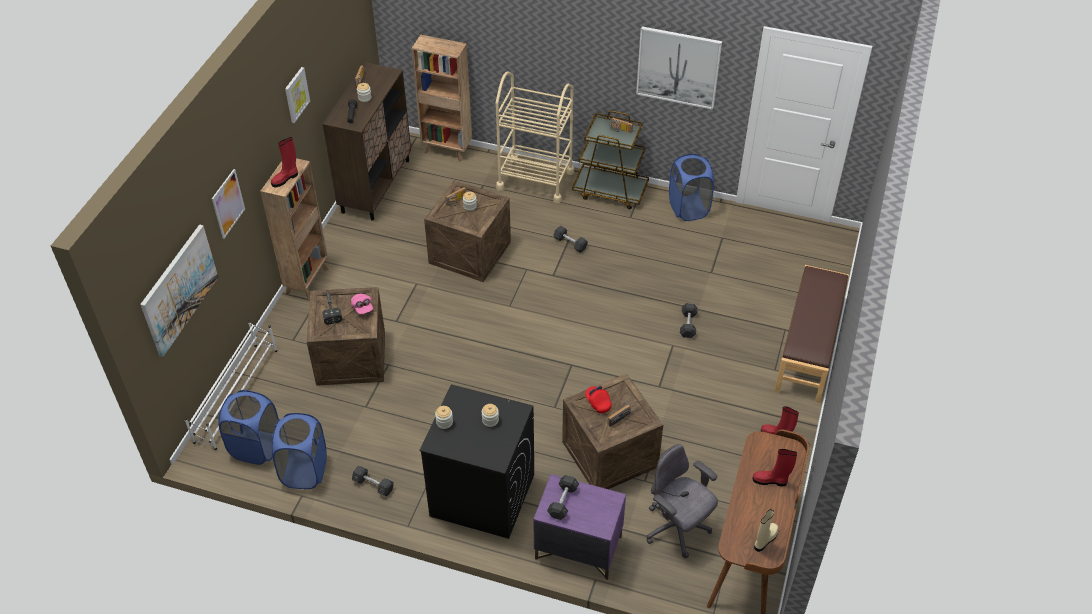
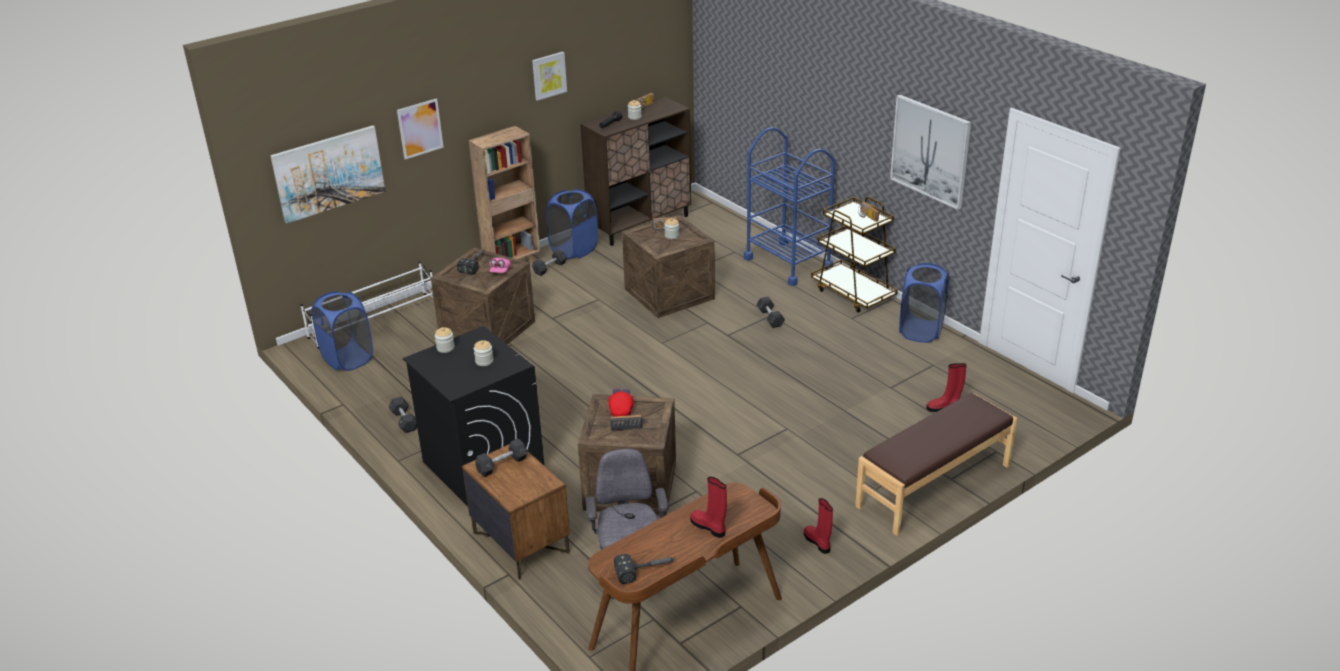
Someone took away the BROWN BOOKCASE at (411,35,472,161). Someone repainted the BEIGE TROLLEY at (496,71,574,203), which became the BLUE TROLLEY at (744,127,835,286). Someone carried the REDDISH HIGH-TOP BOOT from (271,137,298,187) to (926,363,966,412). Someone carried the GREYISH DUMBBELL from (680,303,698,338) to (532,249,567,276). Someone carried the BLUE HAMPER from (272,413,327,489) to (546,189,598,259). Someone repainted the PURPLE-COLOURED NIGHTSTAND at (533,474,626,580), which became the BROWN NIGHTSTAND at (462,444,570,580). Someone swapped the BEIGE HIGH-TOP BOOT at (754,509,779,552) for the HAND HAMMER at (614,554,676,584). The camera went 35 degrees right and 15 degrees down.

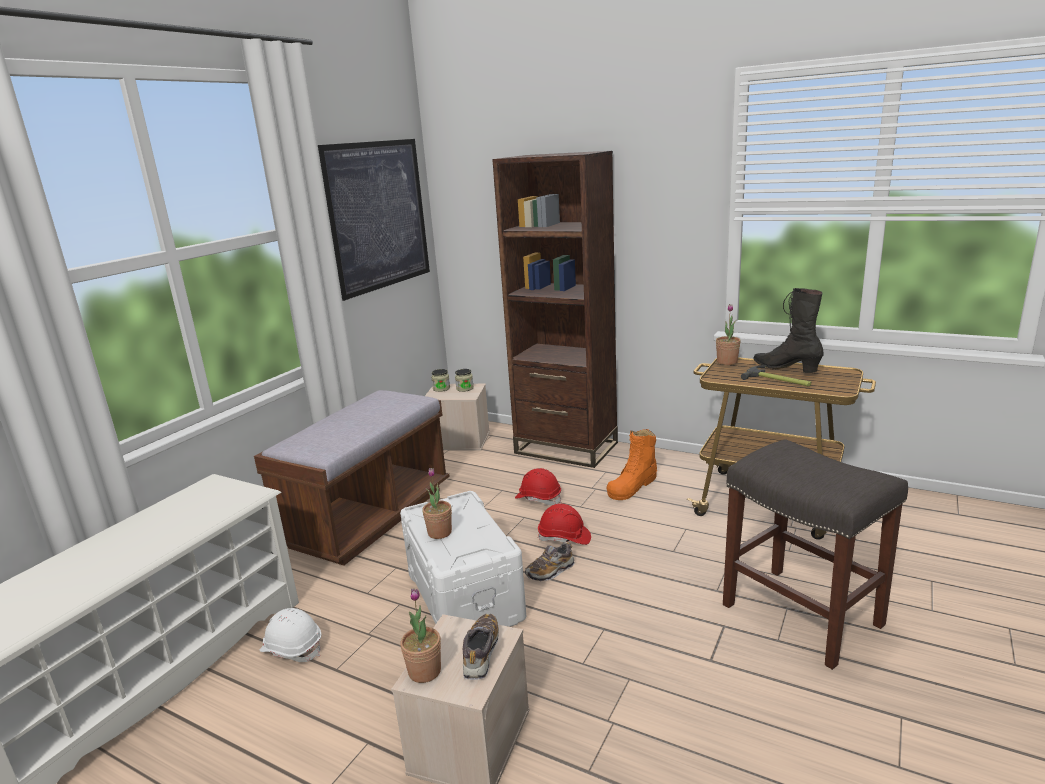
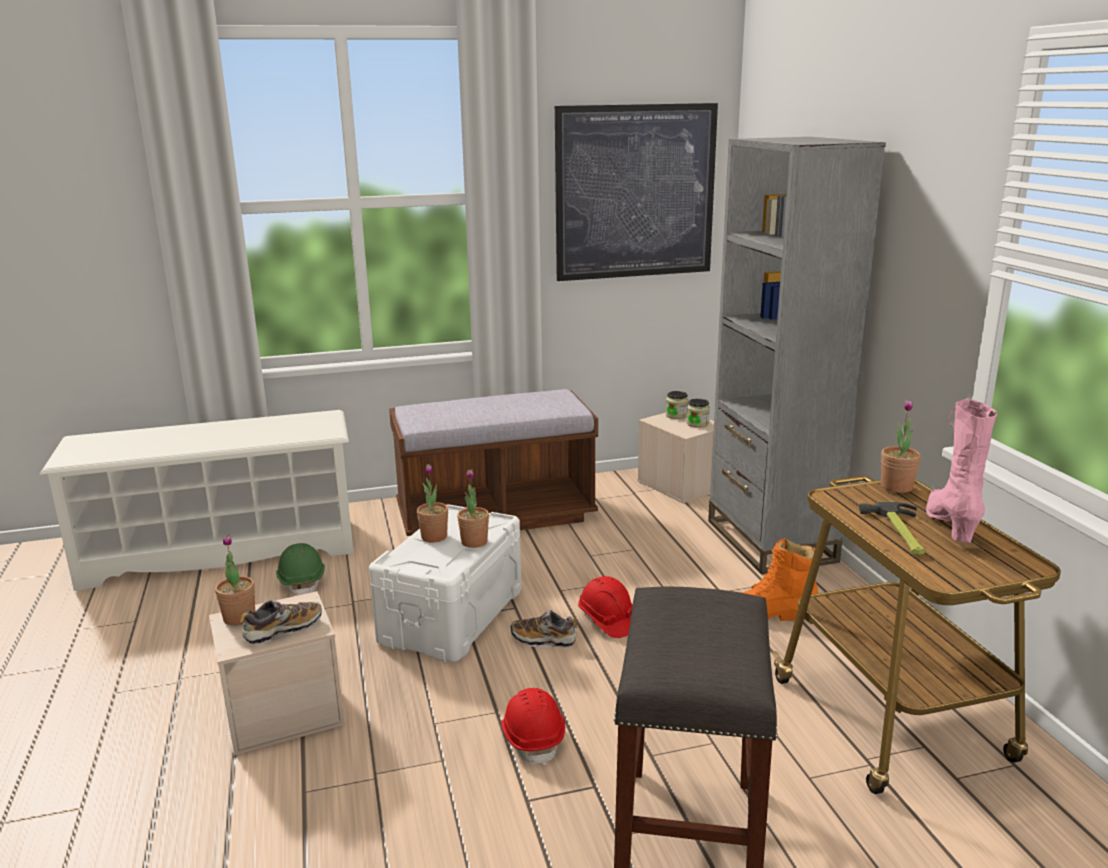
Someone repainted the BROWN BOOKCASE at (492,151,618,468), which became the GREYISH BOOKCASE at (708,137,886,575). Someone repainted the BLACKISH HIGH-TOP BOOT at (753,288,824,373), which became the PINK-COLOURED HIGH-TOP BOOT at (926,398,997,543). Someone carried the REDDISH HARD HAT from (515,468,561,505) to (501,688,565,766). Someone repainted the WHITE-COLOURED HARD HAT at (260,608,321,662), which became the GREENISH HARD HAT at (276,543,325,595). Someone put down the POTTED PLANT at (457,469,489,548). The camera went 45 degrees right and 0 degrees up.

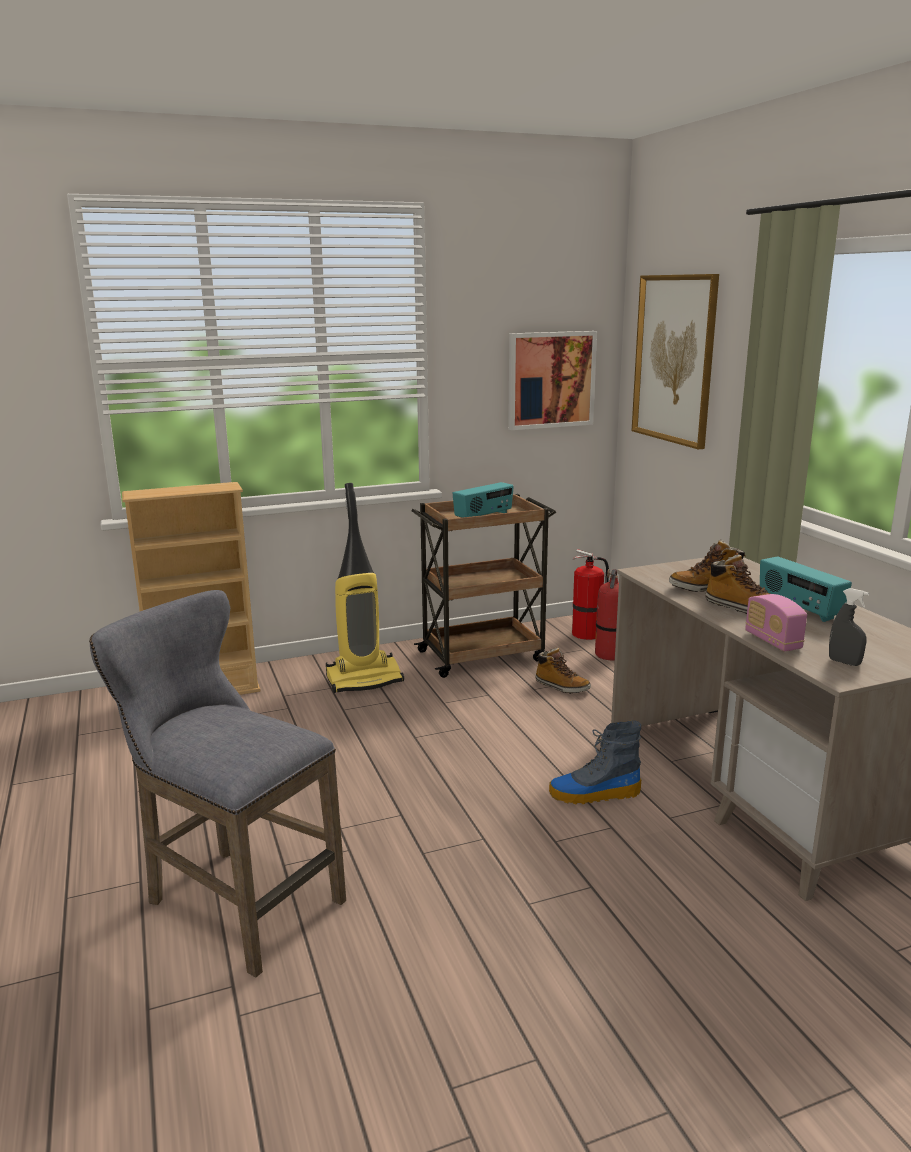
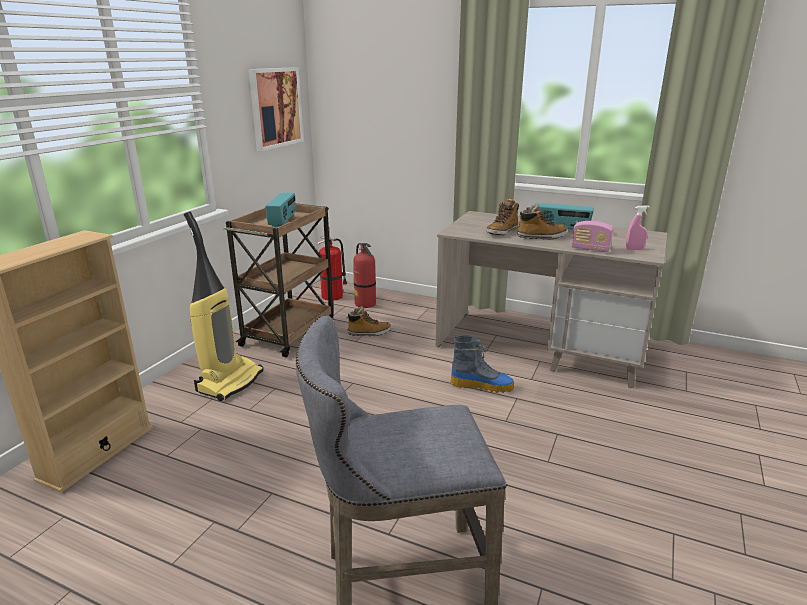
Someone took away the WALL ART at (632,274,719,449). Someone repainted the GREYISH SPRAY BOTTLE at (829,588,869,666), which became the PINK-COLOURED SPRAY BOTTLE at (626,205,650,250). Someone rotated the HIGH-TOP BOOT at (549,720,641,804) by 120 degrees counterclockwise. The camera went 45 degrees left and 5 degrees up.

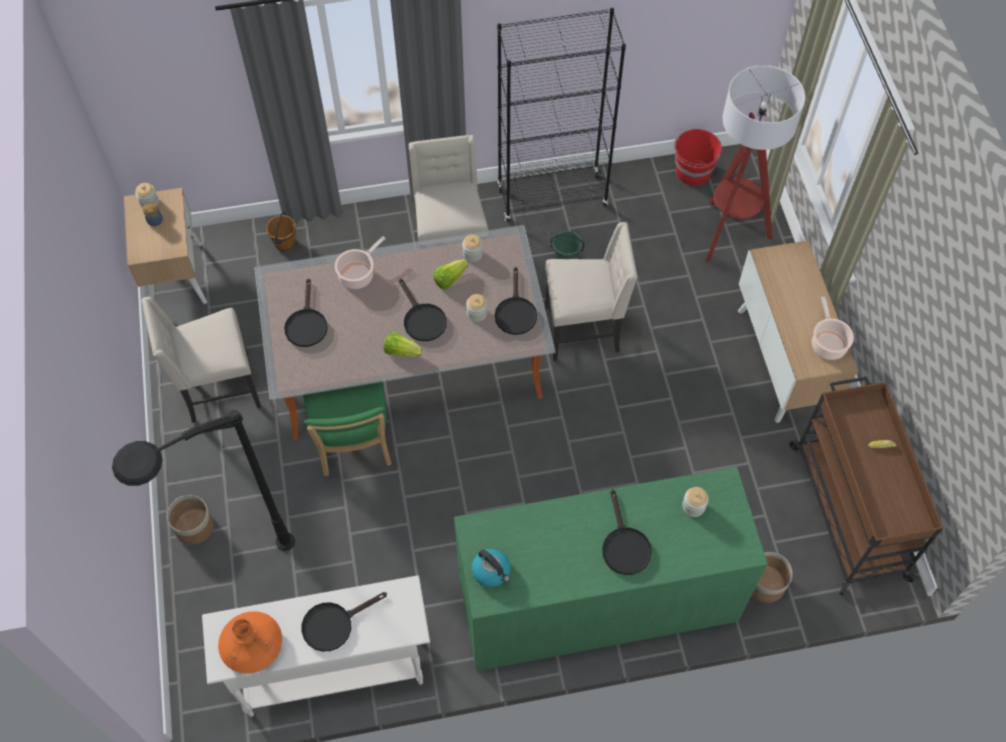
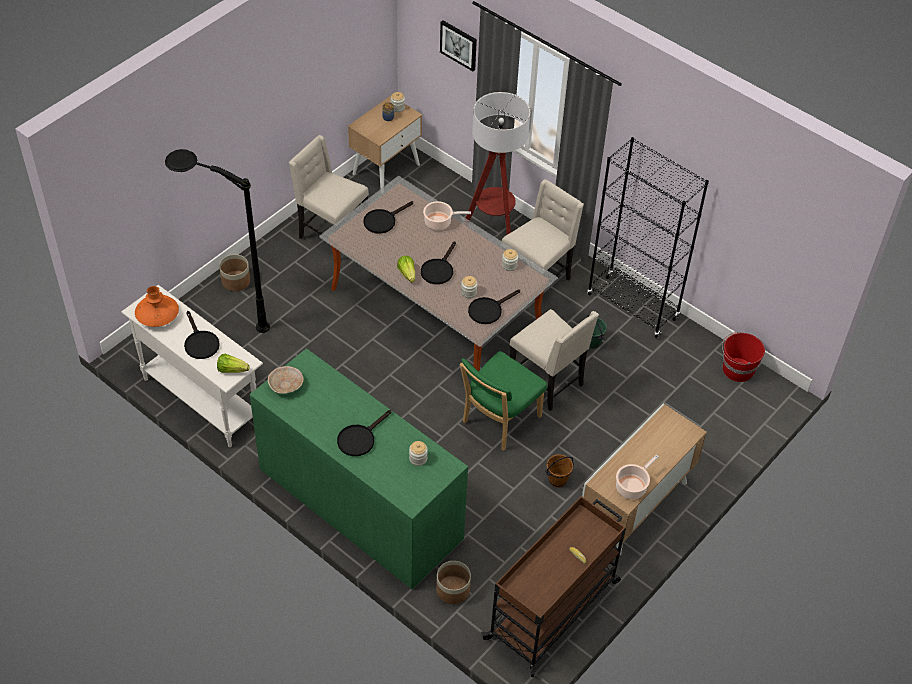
Someone carried the STANDING LAMP from (706,65,805,262) to (466,92,530,235). Someone carried the BROWN WATER BUCKET from (266,212,296,252) to (545,454,574,488). Someone carried the LETTUCE from (433,259,468,290) to (217,354,249,373). Someone carried the GREENISH UPRIGHT CHAIR from (303,382,391,476) to (460,351,547,451). Someone swapped the WATER KETTLE at (471,549,511,587) for the BEIGE BOWL at (268,366,304,393). Someone rotated the BLACKISH SKILLET at (301,592,387,652) by 135 degrees counterclockwise. Someone put up the WALL ART at (440,20,477,71). The camera went 50 degrees right and 10 degrees down.

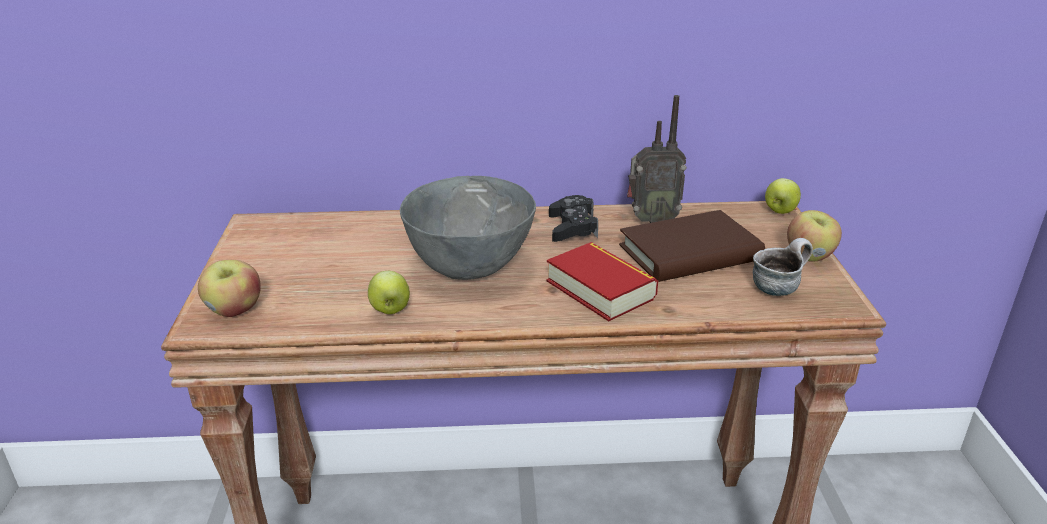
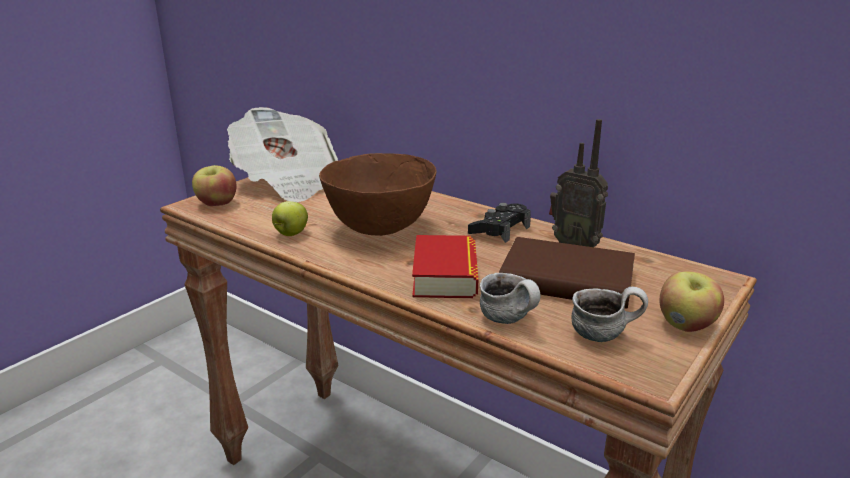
Someone repainted the GREYISH BOWL at (400,176,536,280), which became the BROWN BOWL at (319,153,437,236). Someone took away the APPLE FRUIT at (765,178,801,214). Someone put down the DAILY PAPER at (227,107,338,203). Someone put down the TEA MUG at (480,273,541,324). The camera went 40 degrees right and 5 degrees down.

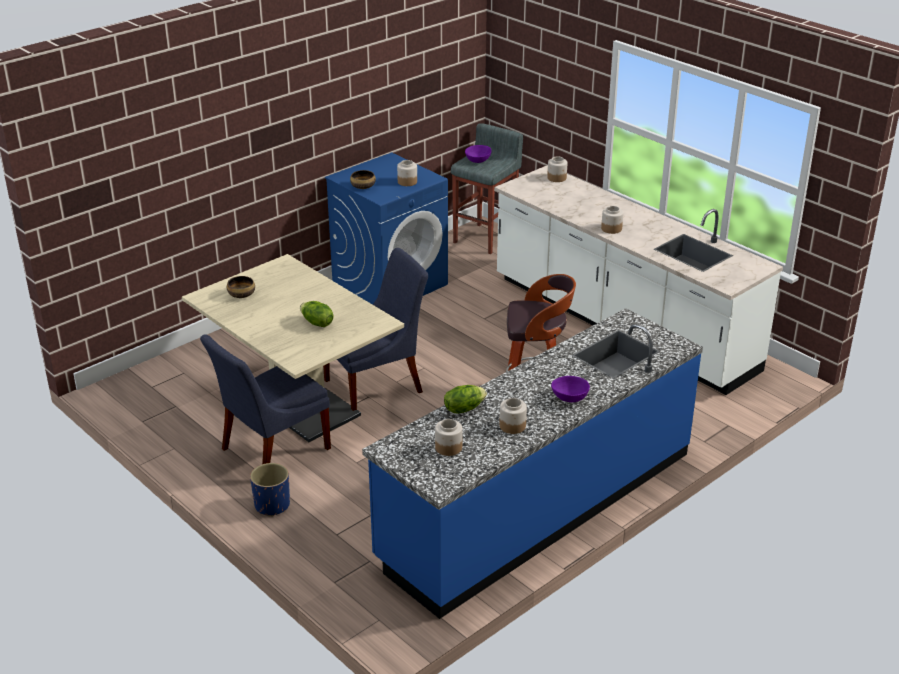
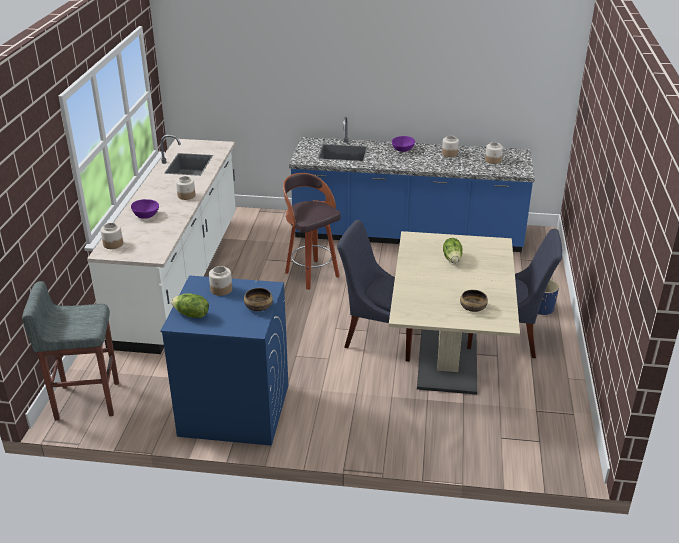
Someone carried the PURPLE-COLOURED BOWL from (465,145,492,163) to (131,199,159,219). Someone carried the LETTUCE from (444,385,487,413) to (171,293,209,318). The camera went 130 degrees left and 0 degrees up.

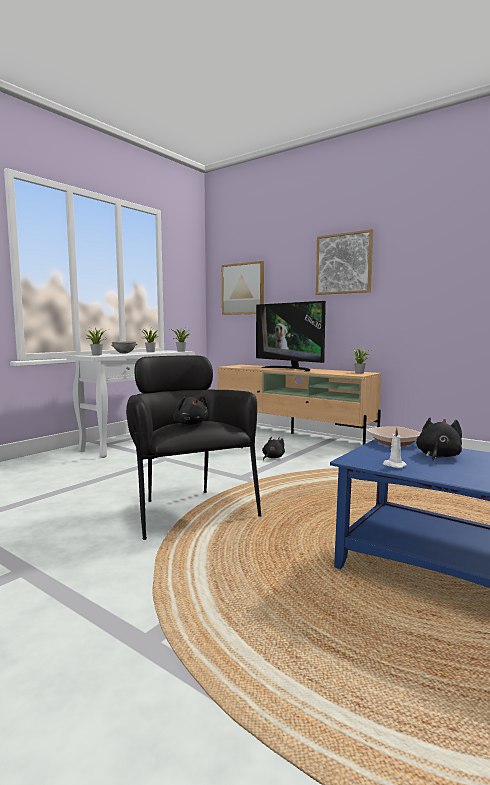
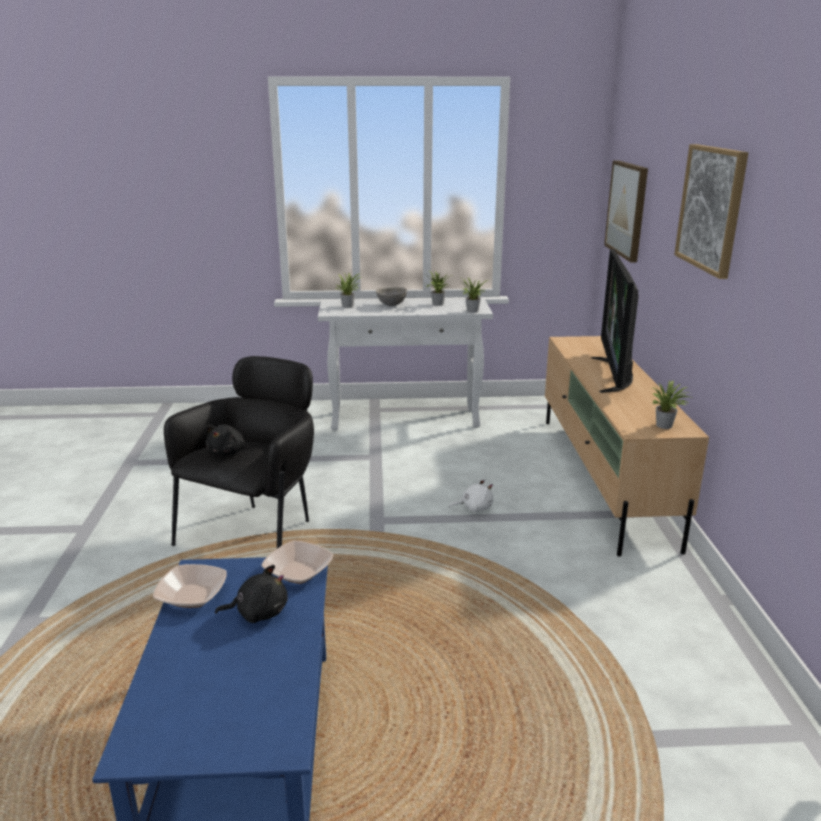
Someone swapped the WHITE-COLOURED WAX LIGHT at (383,427,407,468) for the BOWL at (153,564,227,608). Someone repainted the BLACKISH SOFT TOY at (262,437,285,460), which became the WHITE-COLOURED SOFT TOY at (449,479,493,512). The camera went 50 degrees right and 15 degrees up.

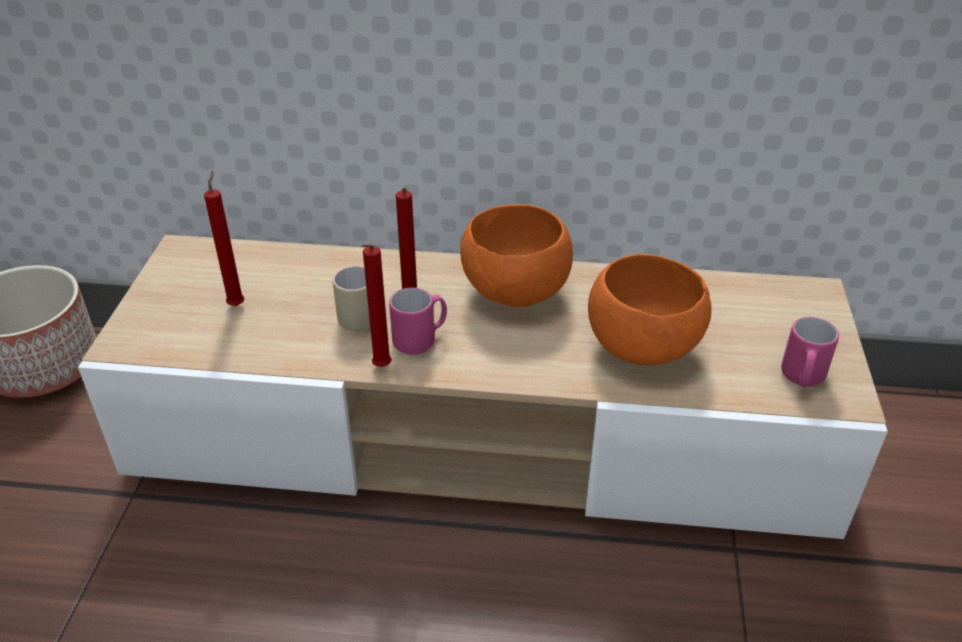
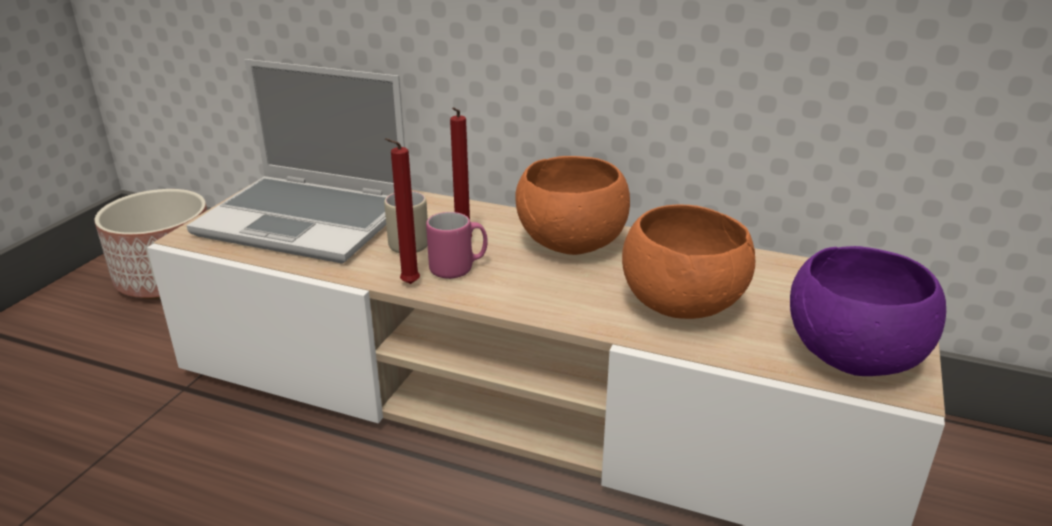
Someone swapped the REDDISH WAX LIGHT at (204,171,244,306) for the NOTEBOOK COMPUTER at (187,59,405,264). Someone swapped the PINK-COLOURED TEA MUG at (781,317,839,387) for the PURPLE-COLOURED BOWL at (790,246,946,376). The camera went 15 degrees right and 10 degrees down.

